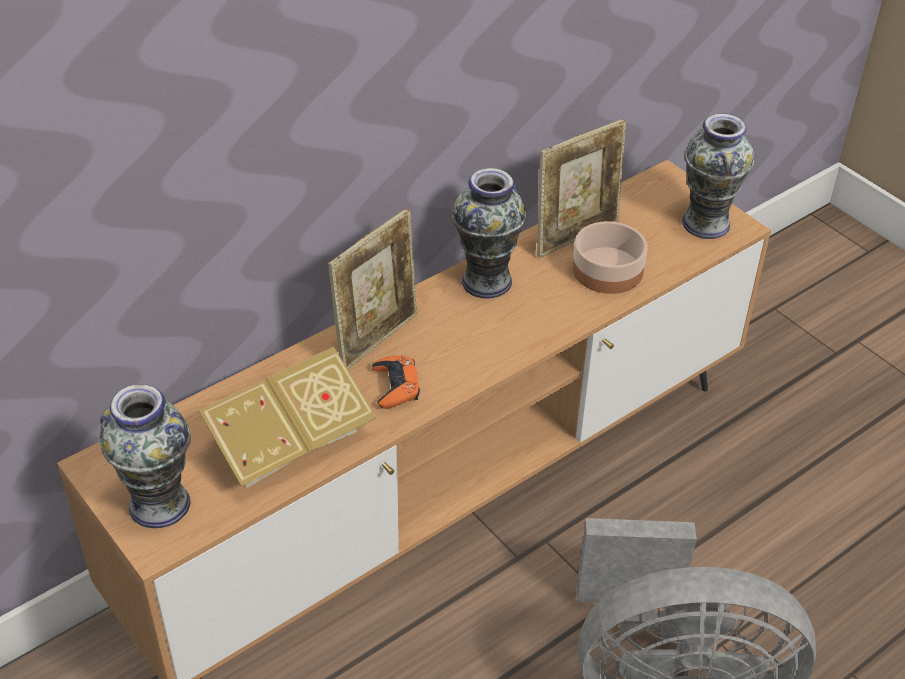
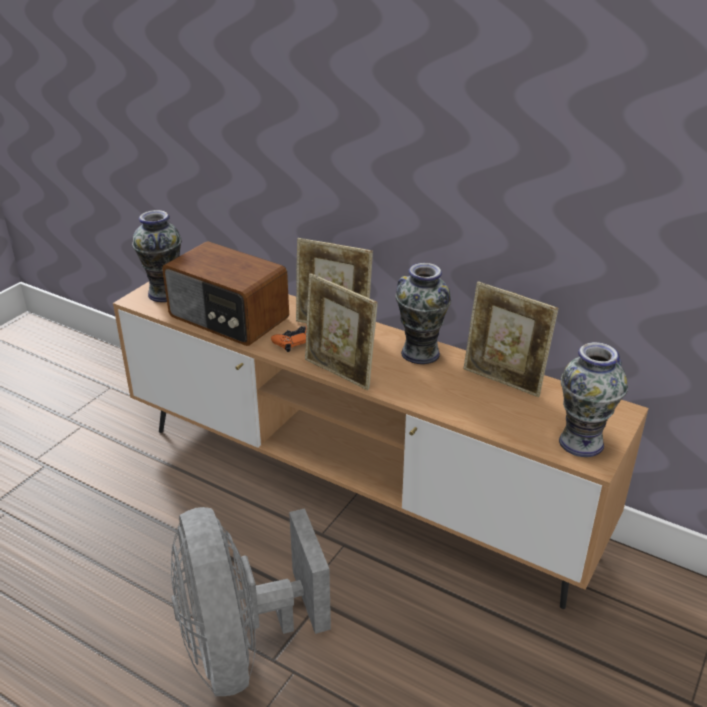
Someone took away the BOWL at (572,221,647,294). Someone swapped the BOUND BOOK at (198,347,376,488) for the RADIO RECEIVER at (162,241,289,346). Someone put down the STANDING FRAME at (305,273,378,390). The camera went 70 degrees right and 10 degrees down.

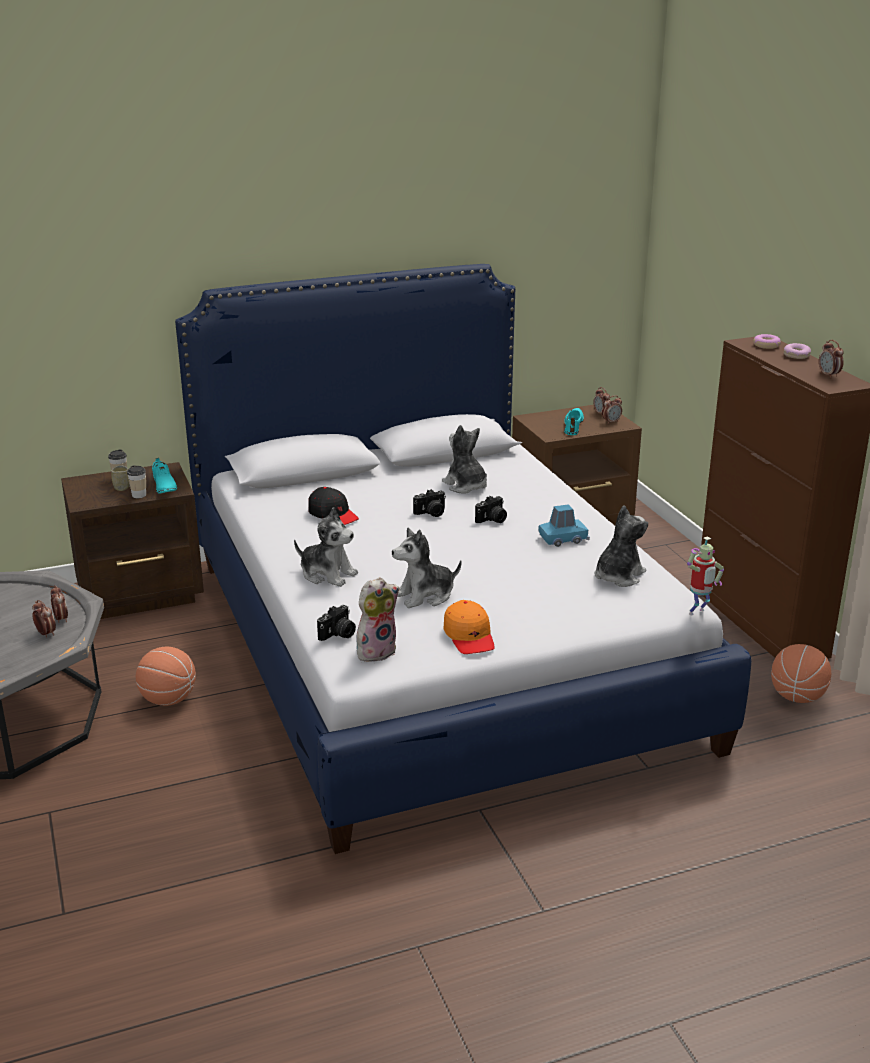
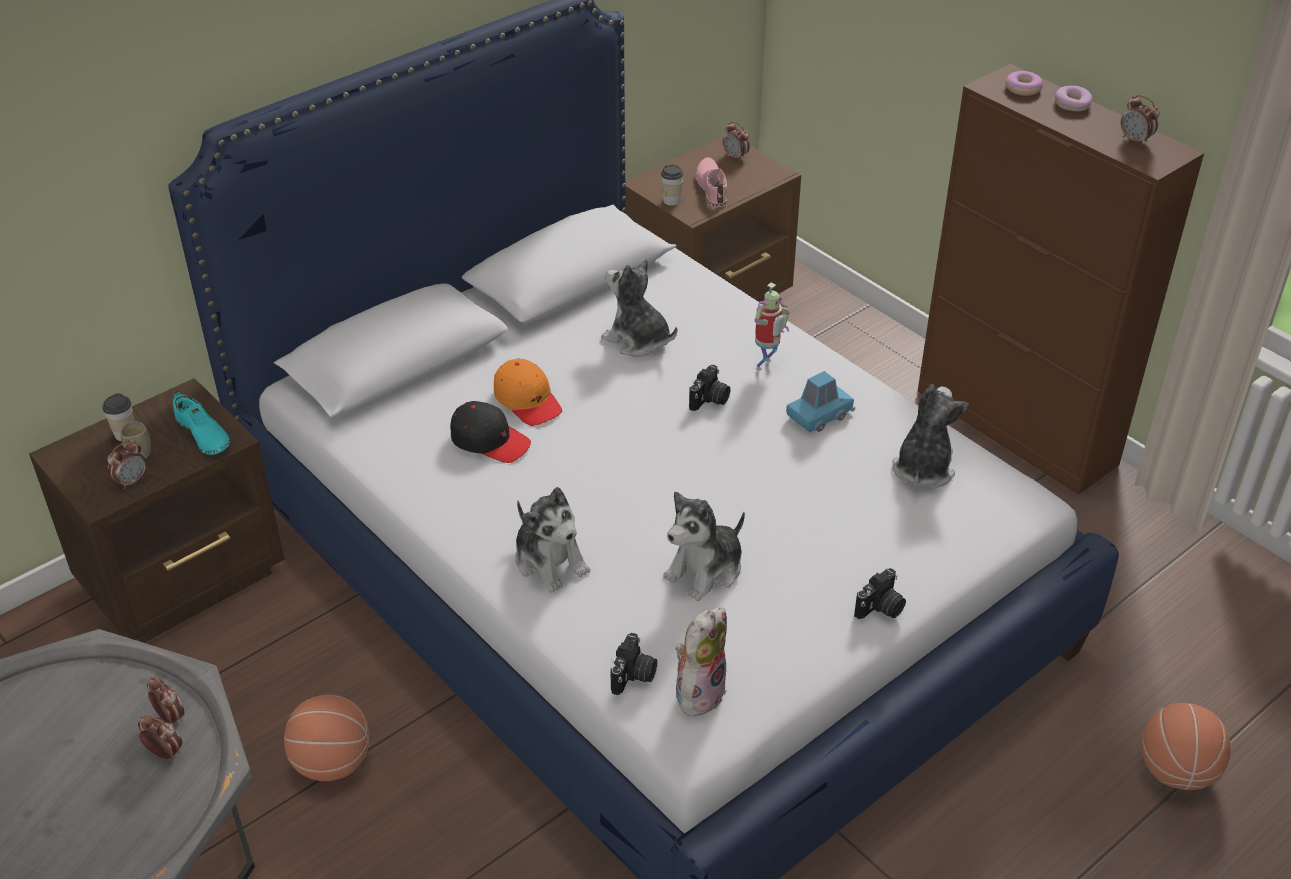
Someone carried the ALARM CLOCK from (602,396,622,423) to (107,441,146,489). Someone repainted the BLUE-GREEN ITEM OF FOOTWEAR at (564,408,584,435), which became the PINK-COLOURED ITEM OF FOOTWEAR at (695,157,727,208). Someone carried the CUP from (127,465,146,498) to (661,165,684,206). Someone carried the PHOTO CAMERA from (413,489,446,517) to (854,568,906,619). Someone rotated the SOFT TOY at (294,507,358,587) by 45 degrees clockwise. Someone carried the TOY ROBOT from (687,536,724,615) to (755,283,789,371). Someone carried the ORANGEY PEAKED CAP from (444,600,495,654) to (494,358,562,426). Someone carried the BALL FOR BASKETBALL from (771,644,831,703) to (1141,703,1231,790). The camera went 20 degrees left and 15 degrees up.

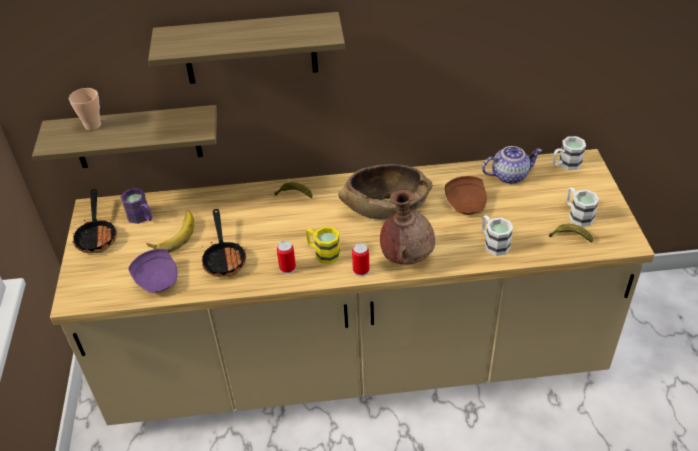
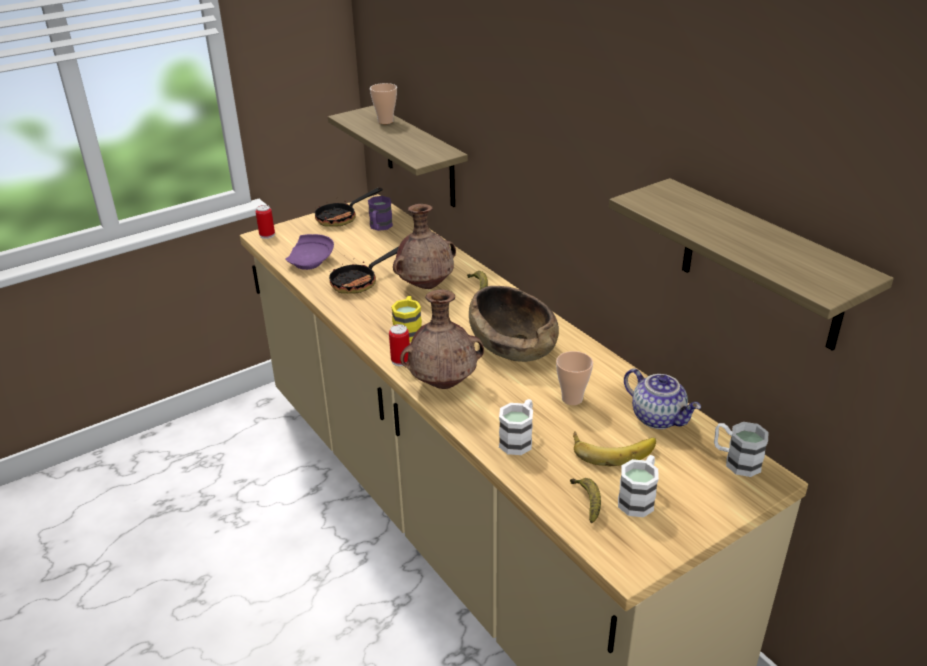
Someone carried the SHELF from (148,12,345,84) to (609,178,894,351). Someone swapped the BROWN DINNER PLATE at (445,176,487,215) for the CUP at (556,351,593,405). Someone carried the BANANA from (146,211,194,253) to (573,431,656,466). Someone carried the CAN from (277,241,296,274) to (256,205,275,239). Someone put down the BROWN DECORATIVE VASE at (393,204,456,289). The camera went 60 degrees right and 10 degrees down.

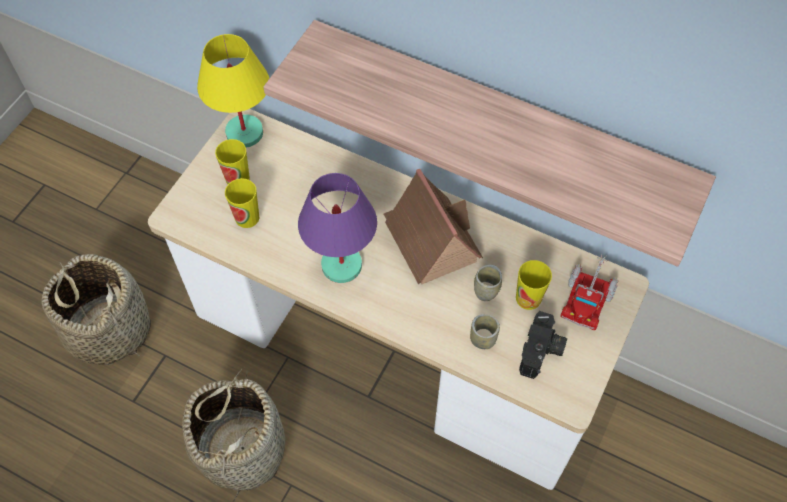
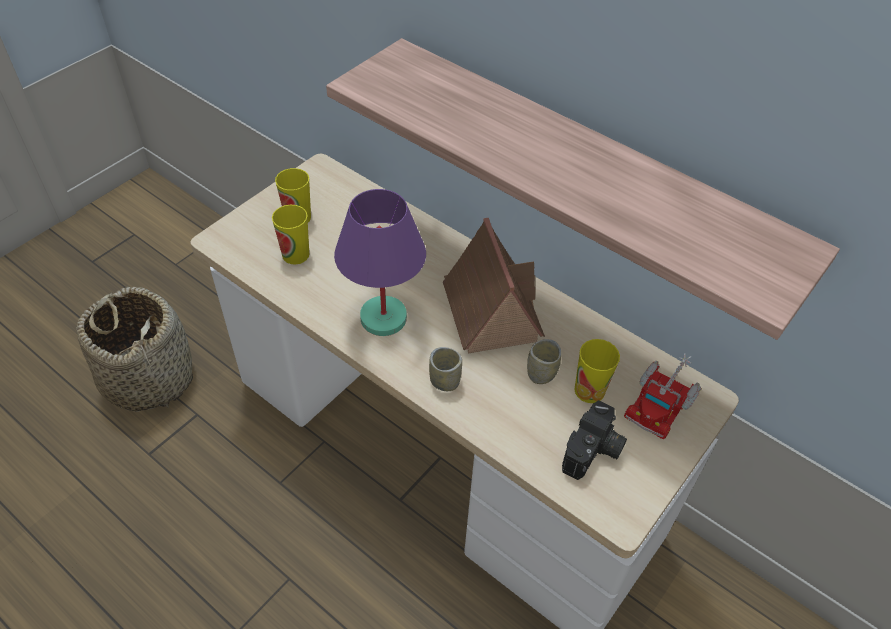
Someone took away the YELLOWISH LAMP FOR A TABLE at (197,34,269,148). Someone carried the CUP from (470,314,500,349) to (429,347,462,391). Someone took away the HOUSEHOLD BASKET at (182,369,285,501). The camera went 10 degrees right and 10 degrees down.

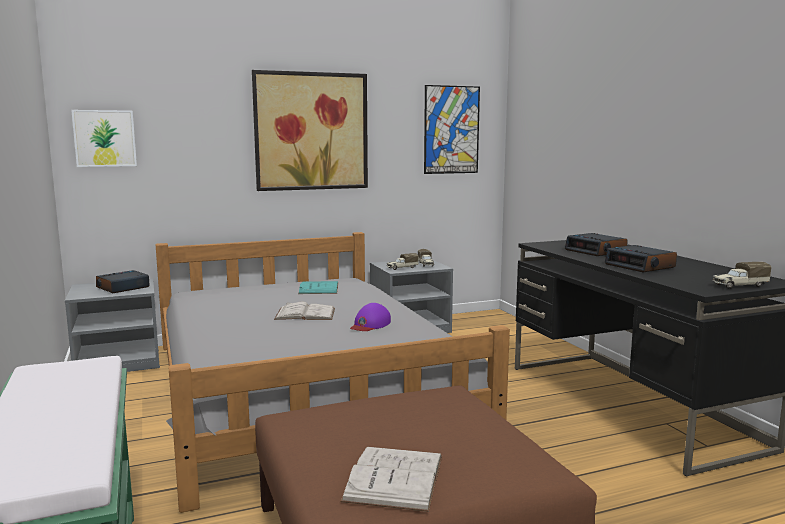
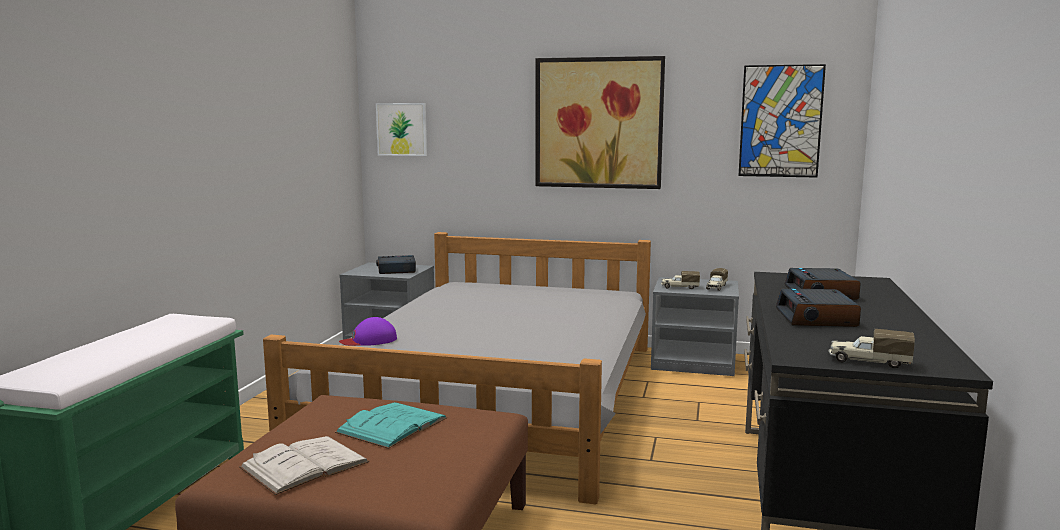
Someone carried the BLUE-GREEN BOUND BOOK from (298,281,339,294) to (335,402,447,449). Someone took away the WHITE-COLOURED BOUND BOOK at (274,302,335,320). Someone carried the PURPLE-COLOURED PEAKED CAP from (350,303,391,331) to (339,317,397,346). The camera went 35 degrees right and 0 degrees up.

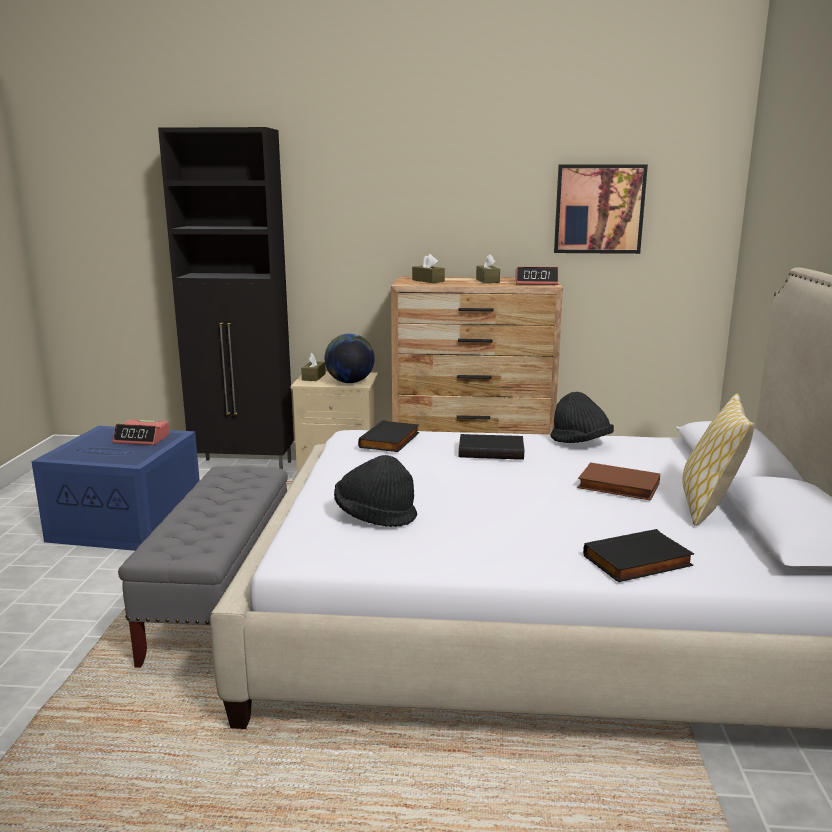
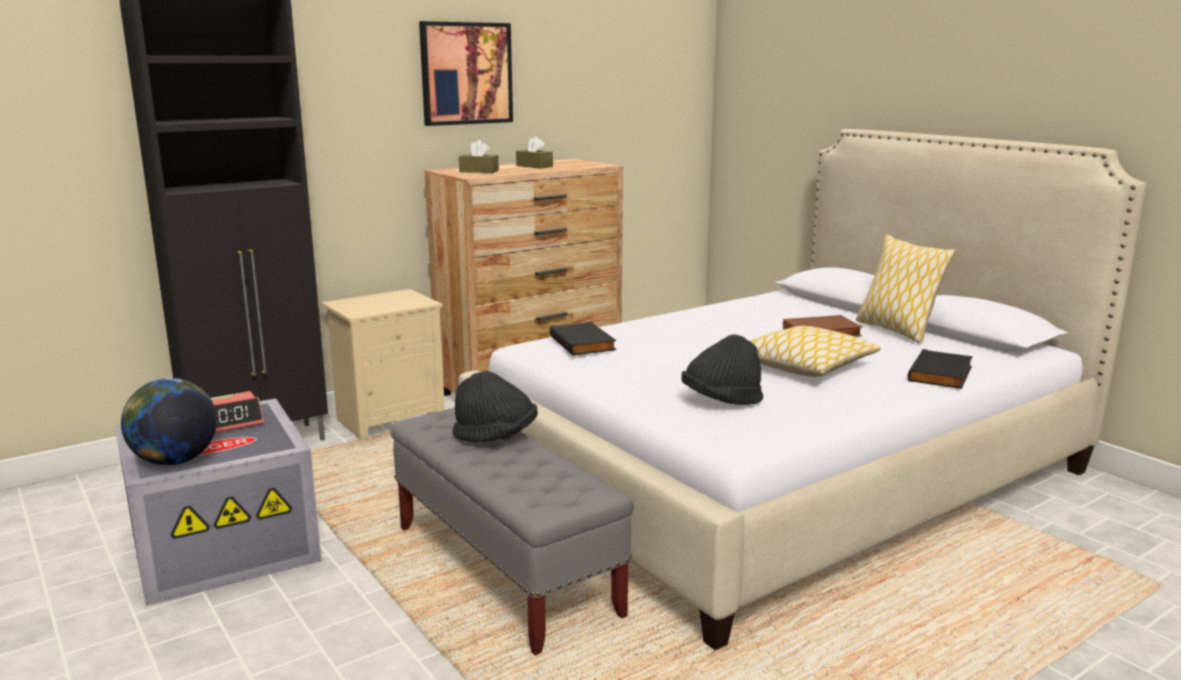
Someone carried the WALL ART from (554,164,648,254) to (419,21,513,126). Someone took away the ALARM CLOCK at (515,267,559,285). Someone carried the WORLD GLOBE from (324,333,375,383) to (121,378,217,465). Someone took away the BROWN TISSUE BOX at (301,353,326,381). Someone carried the BLACKISH HAT from (550,392,614,443) to (453,371,538,442). Someone repainted the BLUE STORAGE CONTAINER at (31,426,200,551), which became the GREYISH STORAGE CONTAINER at (115,398,321,606). Someone took away the BLACKISH BOUND BOOK at (459,434,524,460). Someone put down the PILLOW at (750,326,881,377). The camera went 40 degrees left and 0 degrees up.

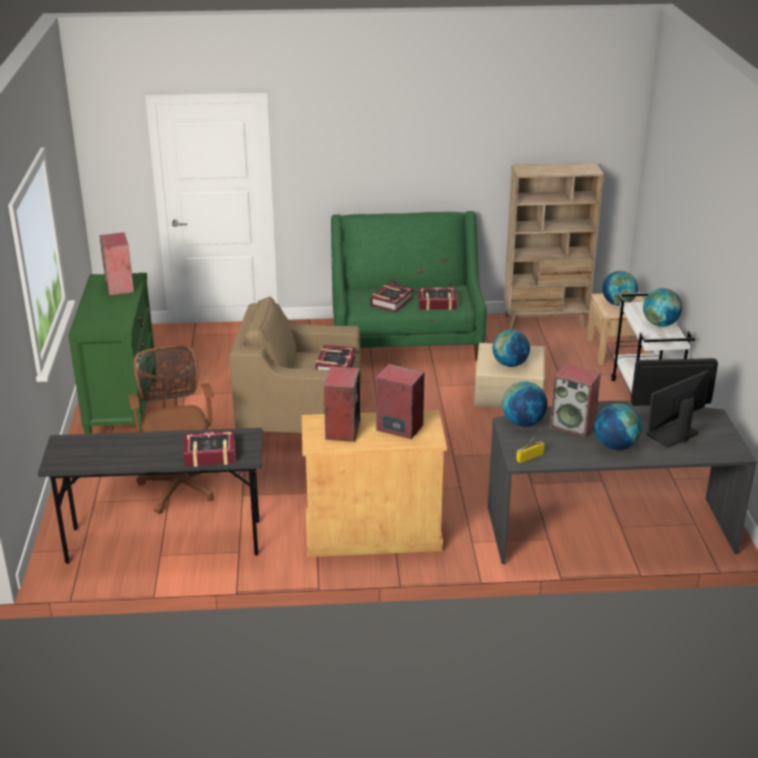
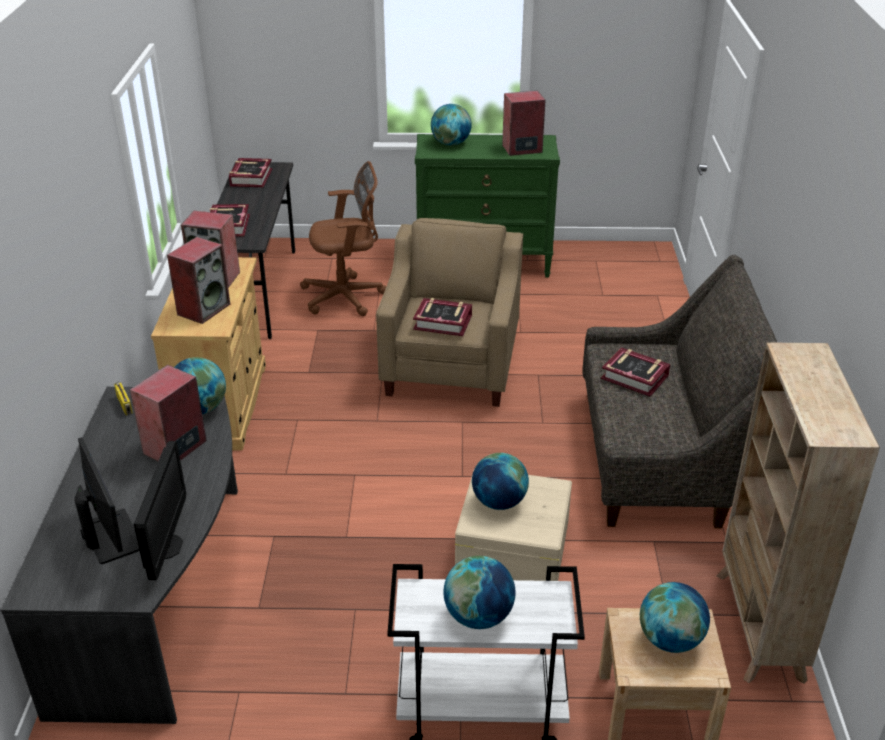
Someone repainted the GREENISH COUCH at (331,211,487,360), which became the GREYISH COUCH at (582,255,777,528). Someone carried the BOUND BOOK from (418,288,457,310) to (229,158,272,187). Someone carried the WORLD GLOBE from (594,404,642,450) to (431,104,472,146). The camera went 95 degrees right and 5 degrees up.

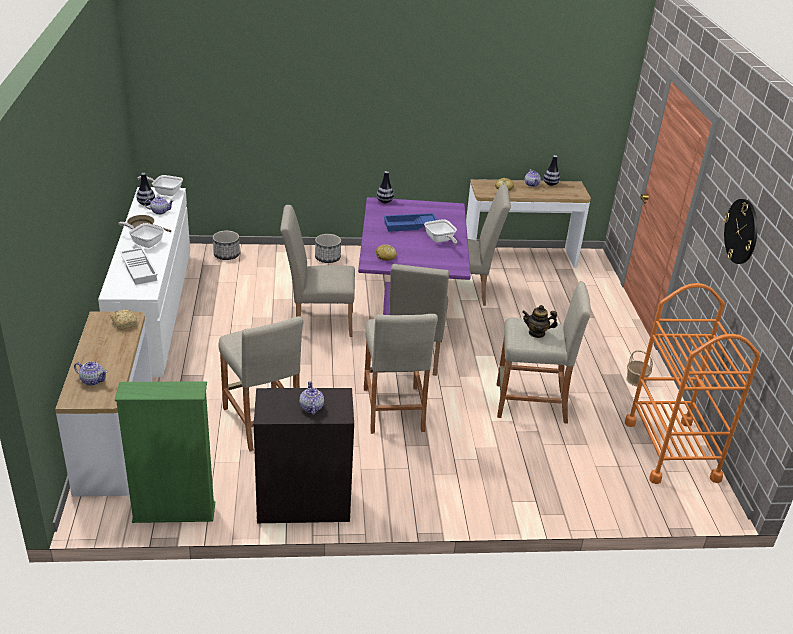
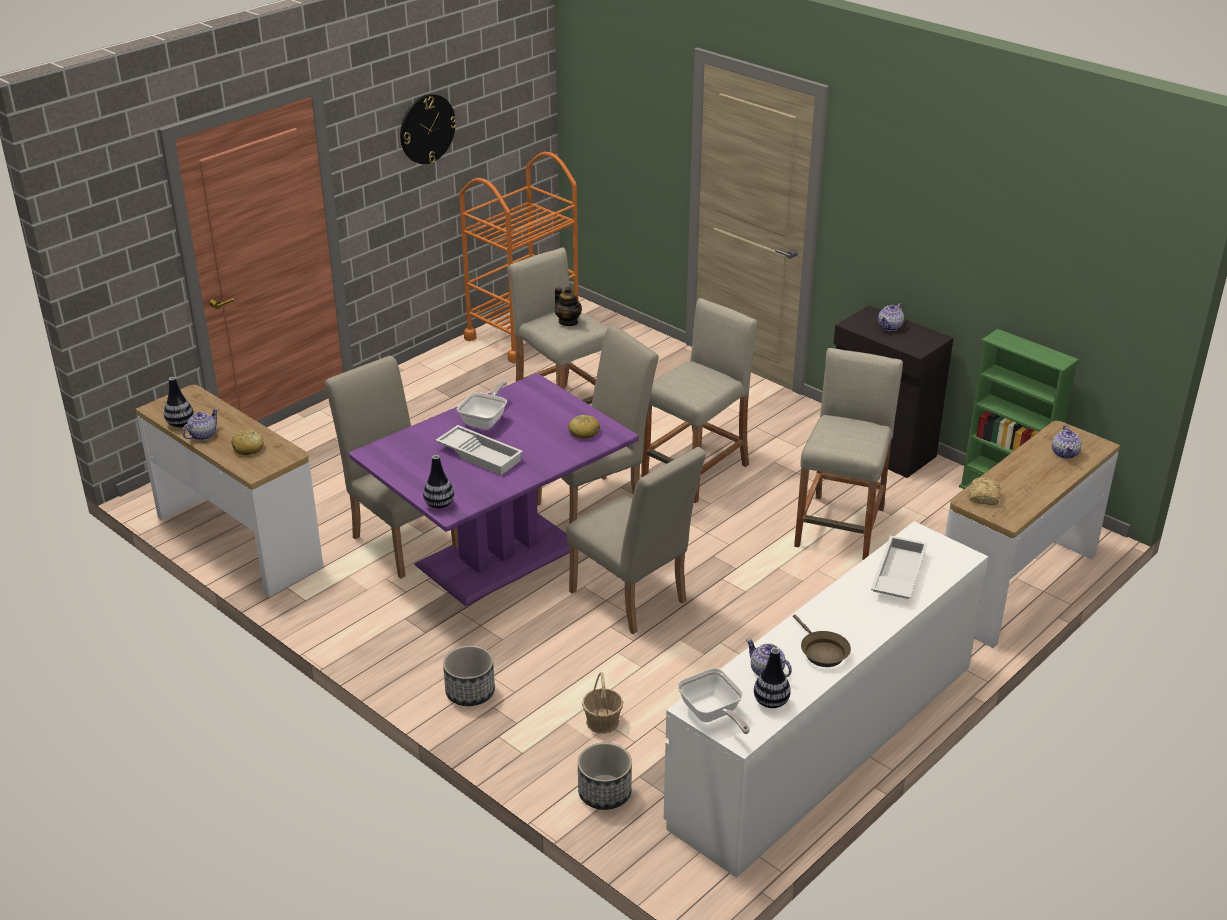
Someone repainted the BLUE SERVING TRAY at (384,213,437,232), which became the WHITE-COLOURED SERVING TRAY at (435,425,523,475). Someone took away the SKILLET at (118,222,165,248). Someone carried the HOUSEHOLD BASKET from (626,350,653,386) to (582,672,623,734). Someone rotated the POT FOR TEA at (74,362,108,386) by 150 degrees counterclockwise. The camera went 130 degrees left and 0 degrees up.

